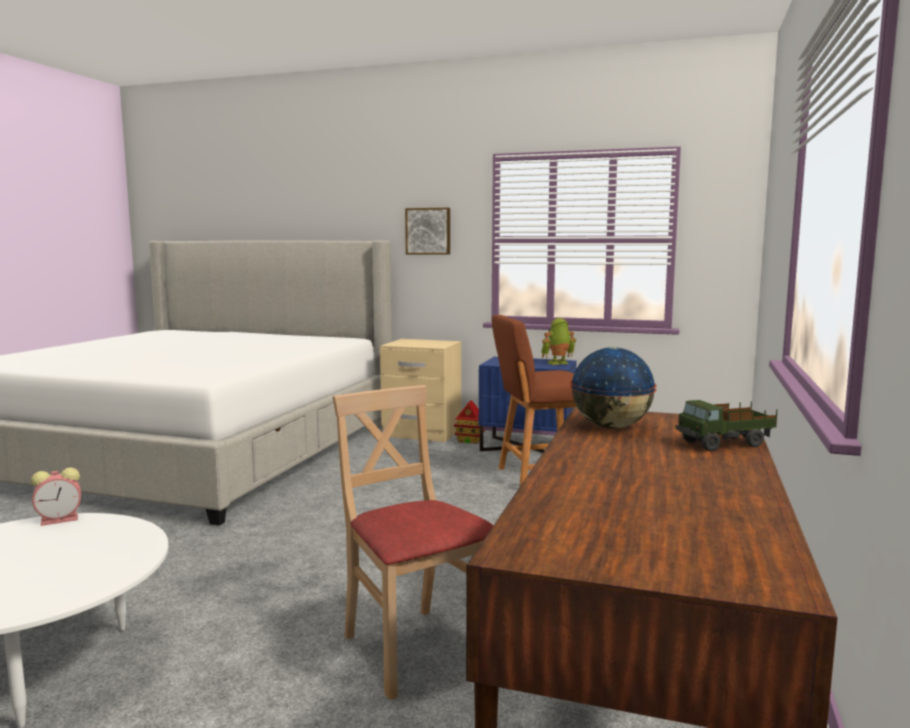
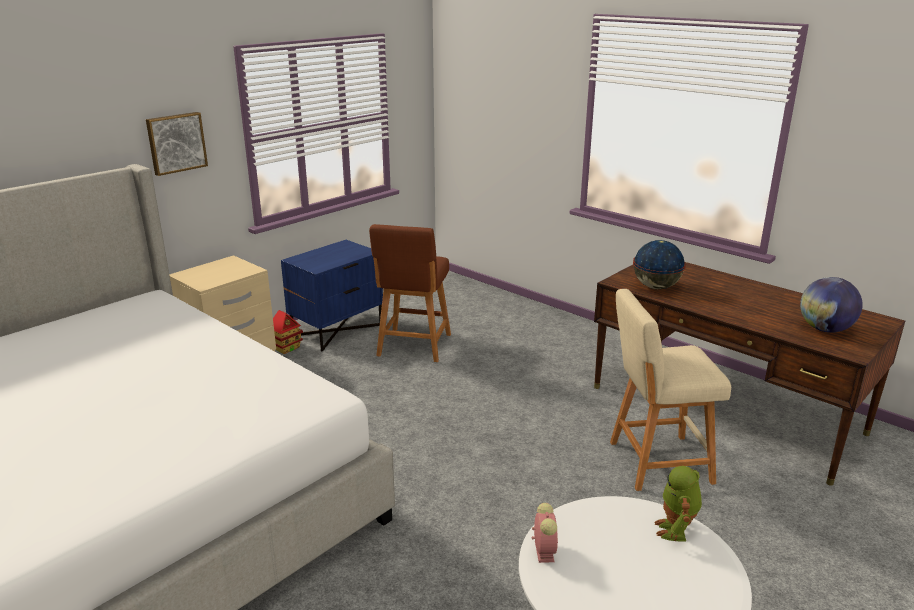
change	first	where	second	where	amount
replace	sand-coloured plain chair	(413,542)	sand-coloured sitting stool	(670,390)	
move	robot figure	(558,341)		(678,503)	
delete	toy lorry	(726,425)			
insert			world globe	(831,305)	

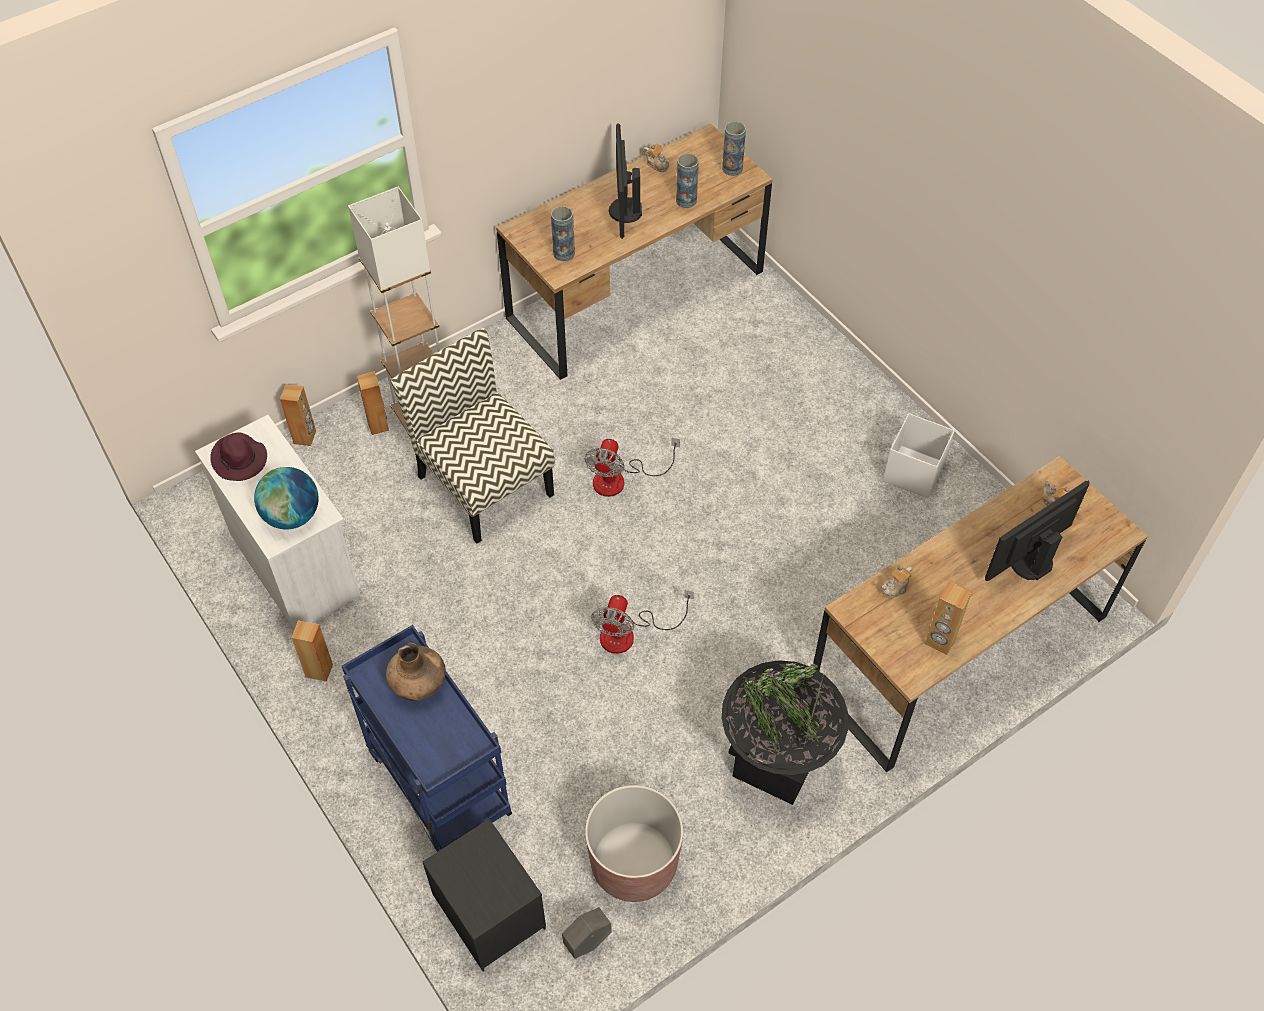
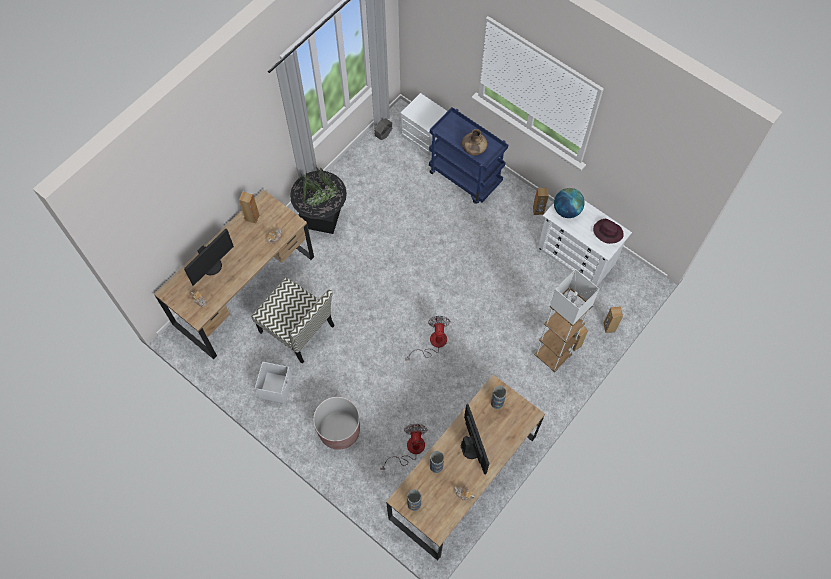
change	first	where	second	where	amount
move	plain chair	(472,435)		(293,320)	
recolor	black-coloured night table	(484,895)	whitish night table	(423,124)	
move	brown flower pot	(634,843)		(336,423)	
move	cooling fan	(642,622)		(404,447)	

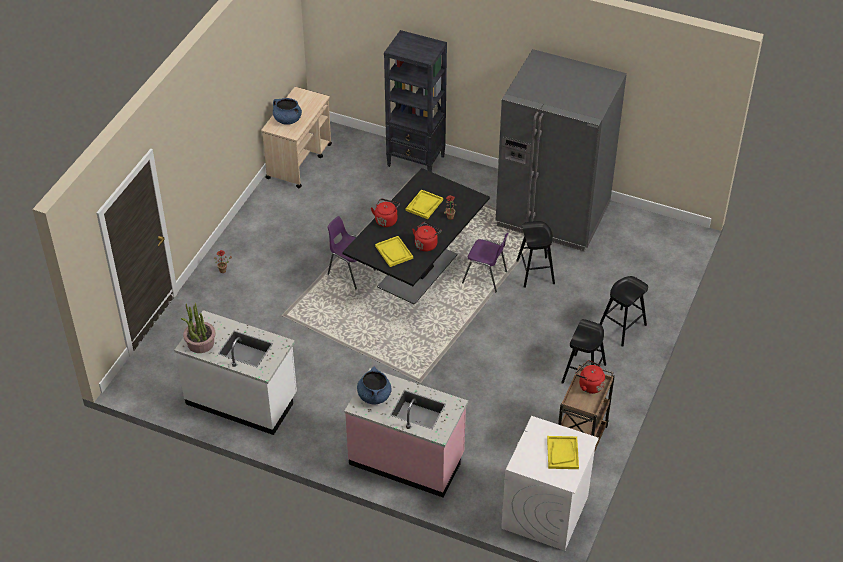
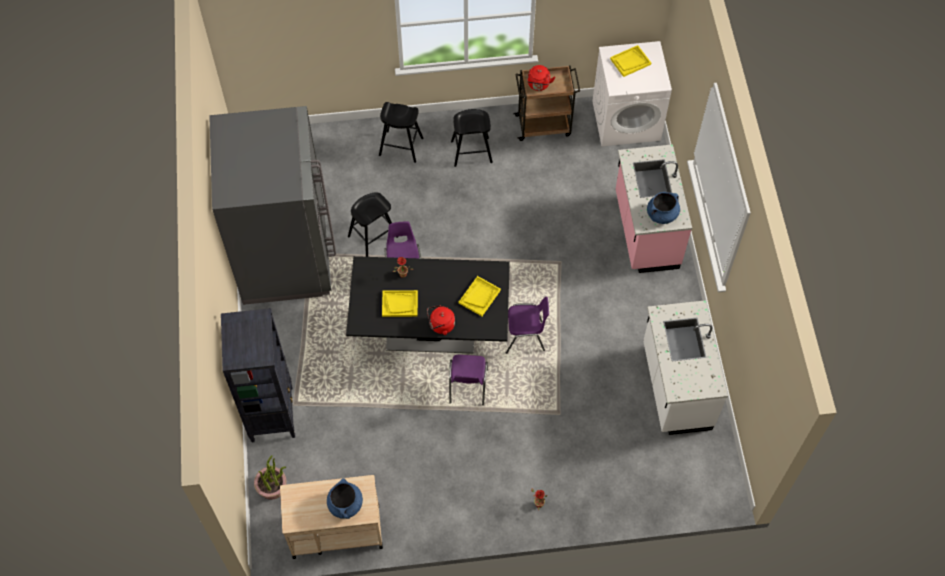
change	first	where	second	where	amount
move	houseplant	(198,328)		(270,477)	
delete	red-coloured kettle	(427,237)			
insert			purple-coloured plain chair	(527,325)	

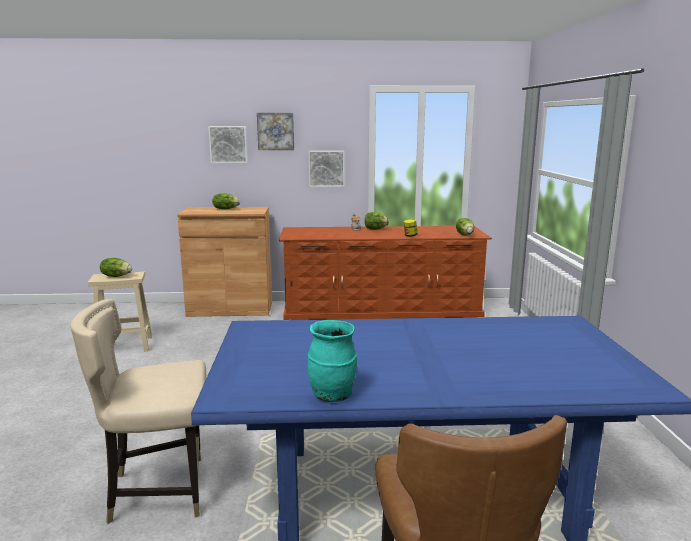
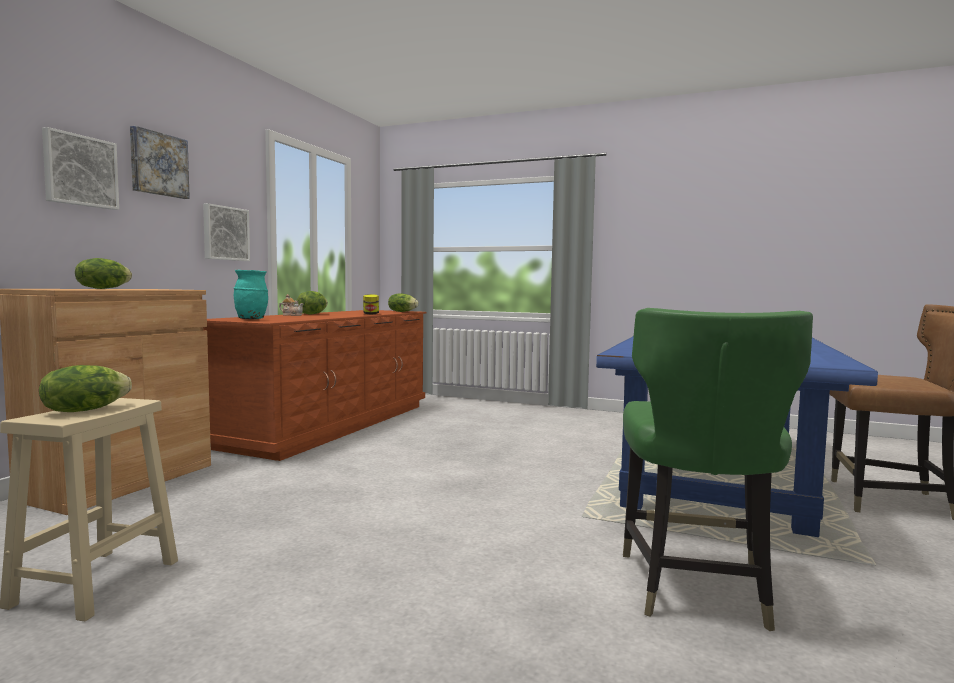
change	first	where	second	where	amount
recolor	sand-coloured plain chair	(138,411)	green-coloured plain chair	(718,469)	
move	turquoise-coloured vase	(332,361)		(251,294)	

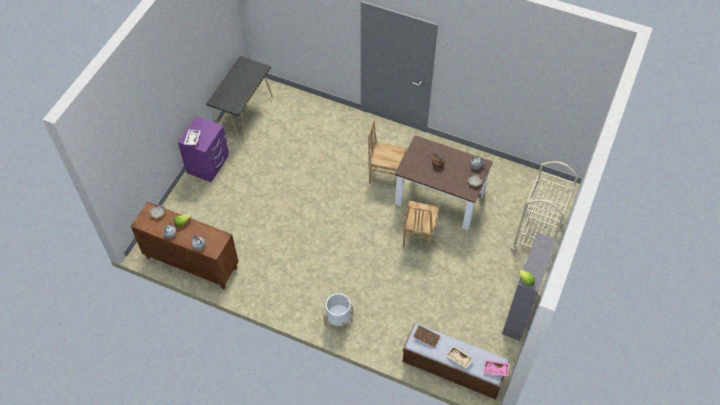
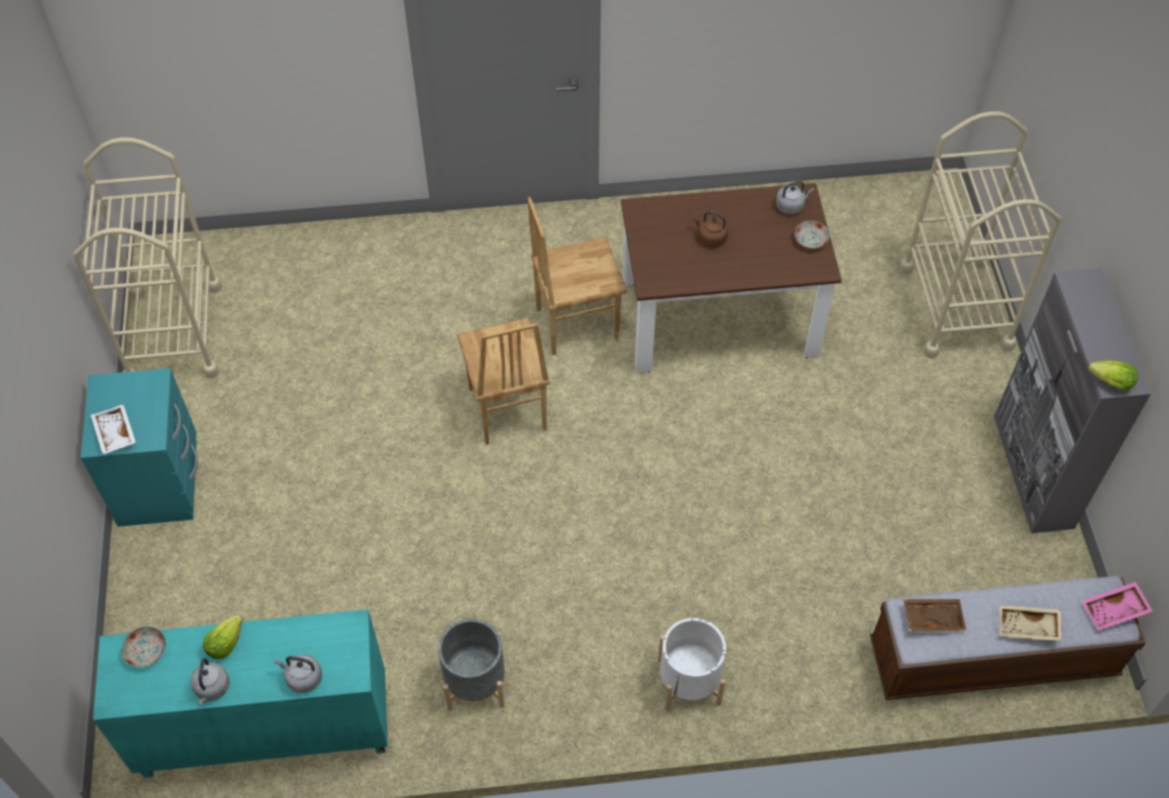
change	first	where	second	where	amount
recolor	brown cabinet	(185,245)	turquoise-coloured cabinet	(240,693)	
recolor	purple-coloured night table	(203,149)	turquoise-coloured night table	(139,447)	
replace	black-coloured hall table	(239,99)	sand-coloured wheeled cart	(147,257)	
move	brown plain chair	(420,227)		(503,381)	
insert			greyish flower pot	(471,665)	

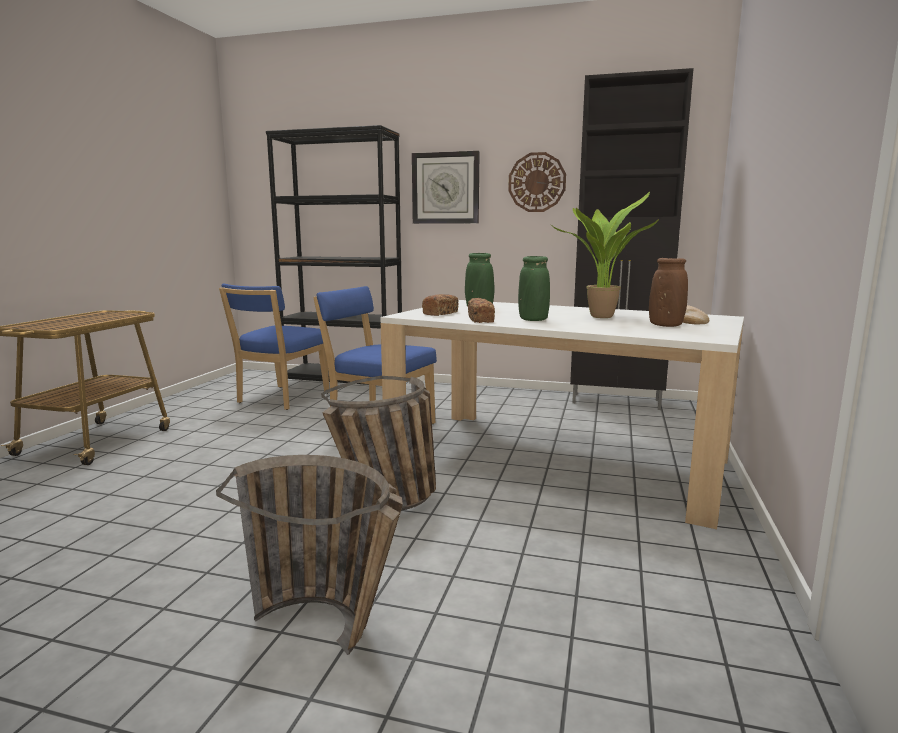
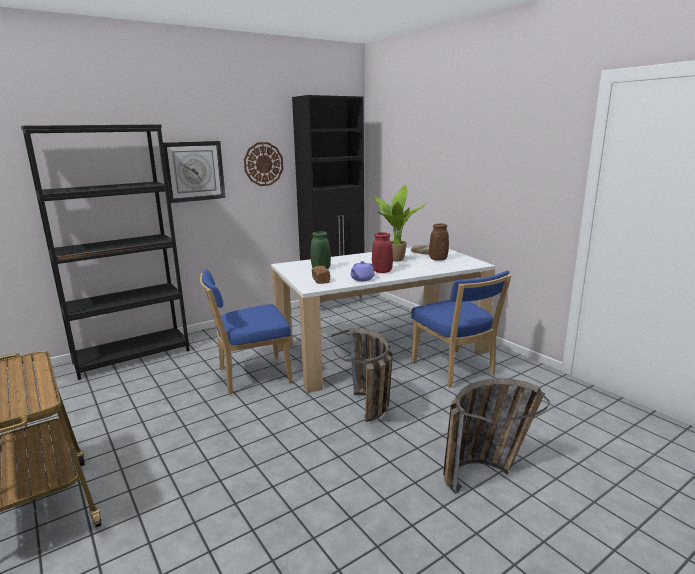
change	first	where	second	where	amount
move	blue plain chair	(274,347)		(461,329)	
replace	baked bread	(481,310)	purple-coloured tea pot	(362,271)	
recolor	green-coloured vase	(534,288)	red-coloured vase	(382,252)	

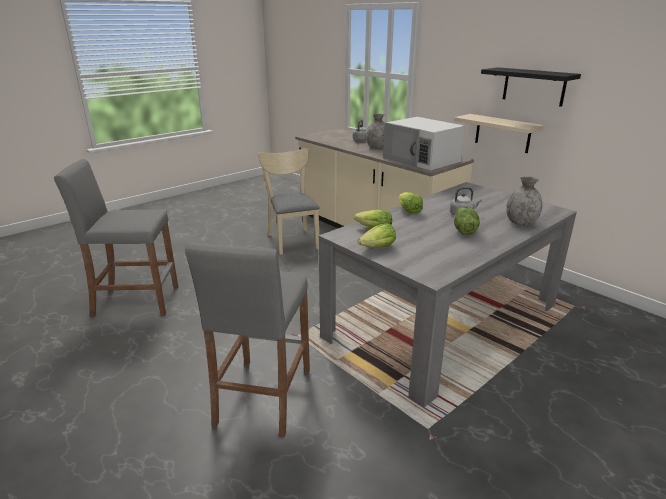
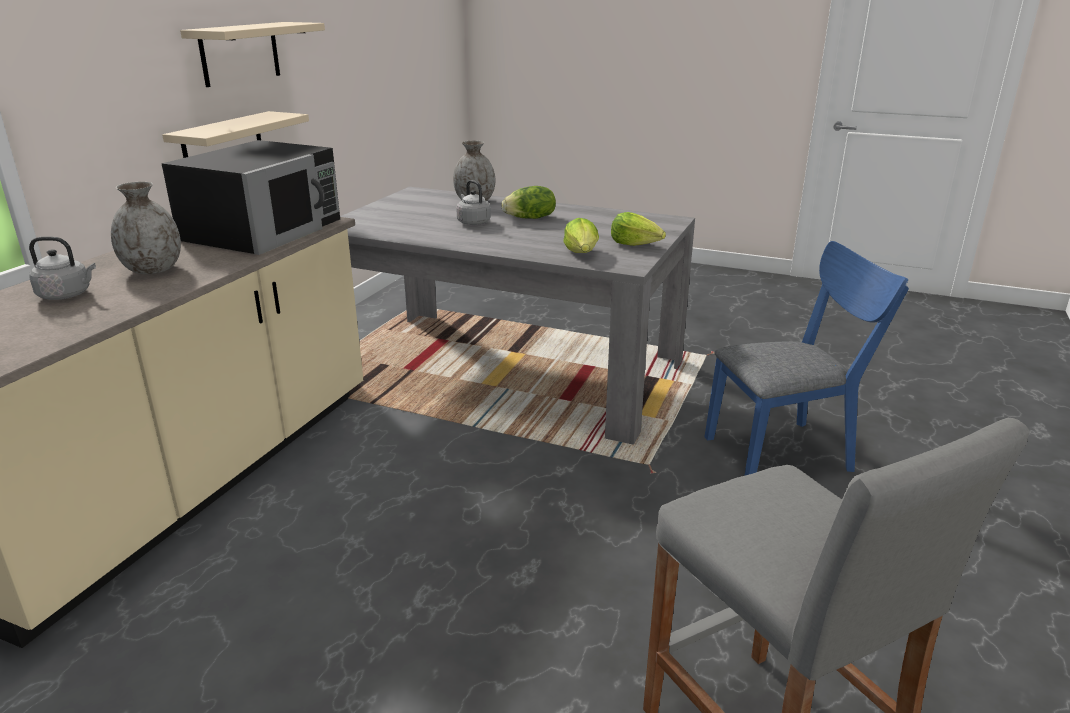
change	first	where	second	where	amount
replace	greyish sitting stool	(247,339)	blue plain chair	(806,358)	
delete	sand-coloured plain chair	(289,201)			
recolor	whitish kitchen microwave	(424,143)	black-coloured kitchen microwave	(250,197)	
delete	lettuce	(411,203)			
recolor	black-coloured shelf	(531,87)	sand-coloured shelf	(252,54)	

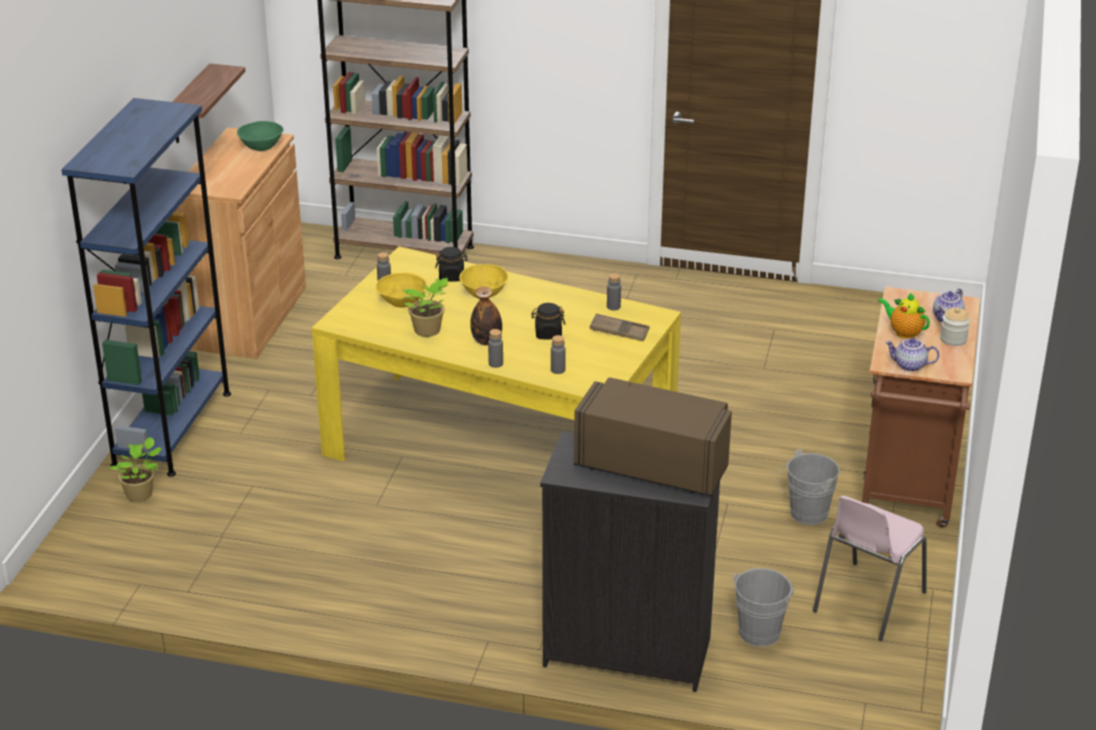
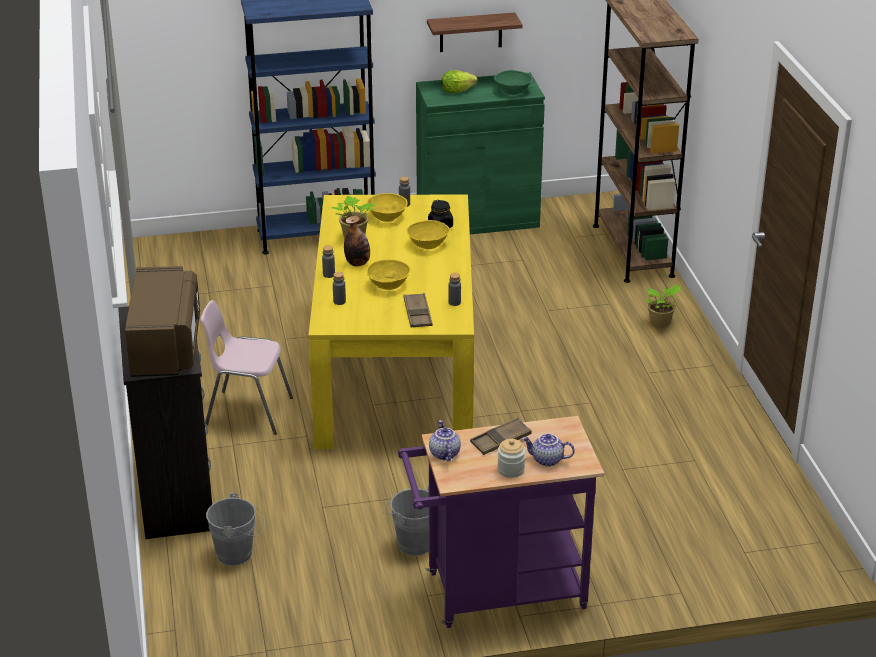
change	first	where	second	where	amount
move	houseplant	(135,469)		(663,306)	
recolor	brown cabinet	(240,243)	green-coloured cabinet	(480,153)	
replace	black-coloured jar	(548,321)	yellow deep dish	(388,274)	
move	pink-coloured plain chair	(870,568)		(246,367)	
recolor	brown wheeled cart	(921,407)	purple-coloured wheeled cart	(501,522)	
replace	tea pot	(904,315)	brown serving tray	(500,436)	
insert			lettuce	(459,81)	

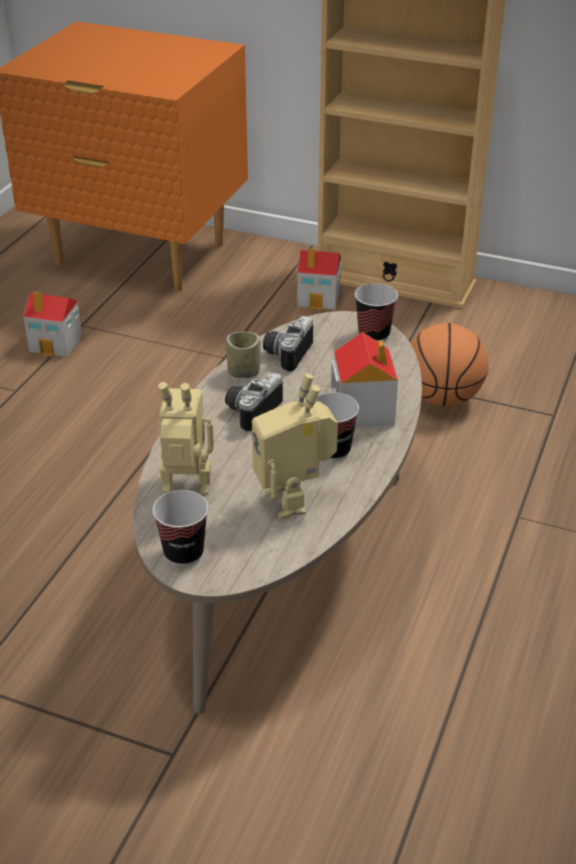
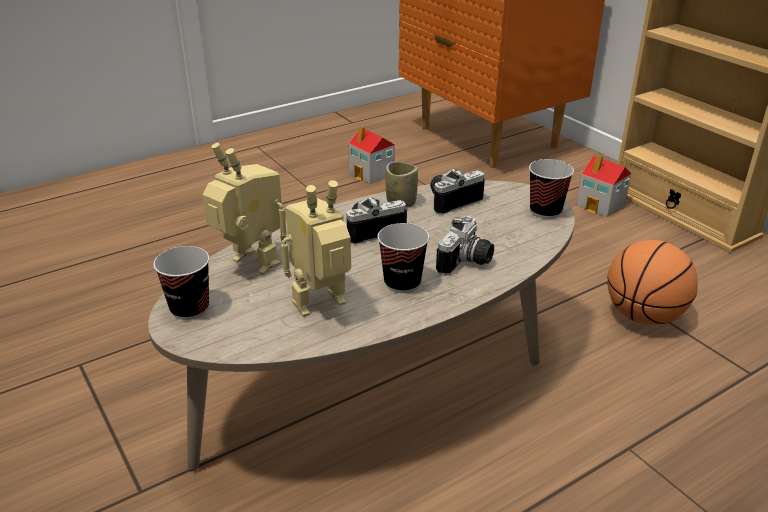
change	first	where	second	where	amount
rotate	robot figure	(295,446)		(316,248)	45 degrees clockwise
replace	toy house	(364,380)	photo camera	(465,246)	

